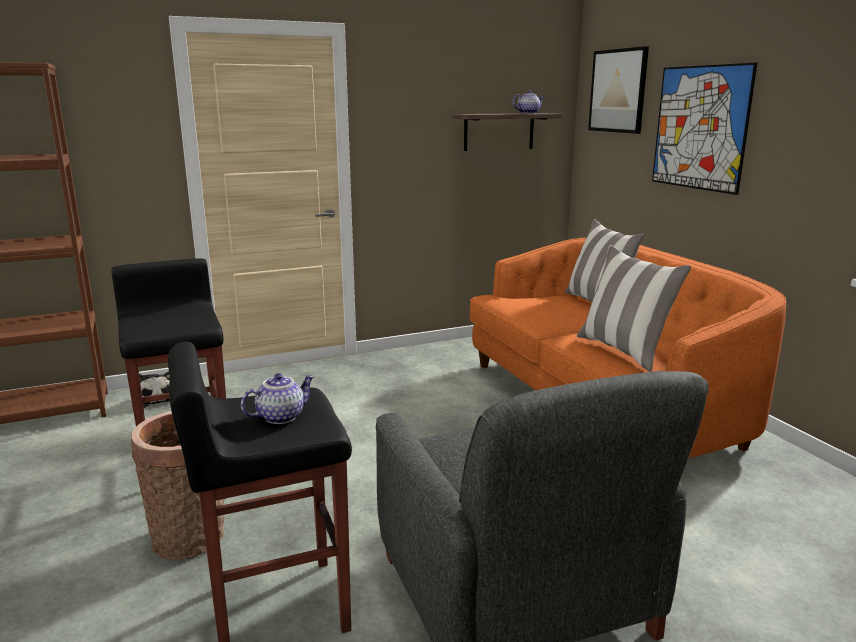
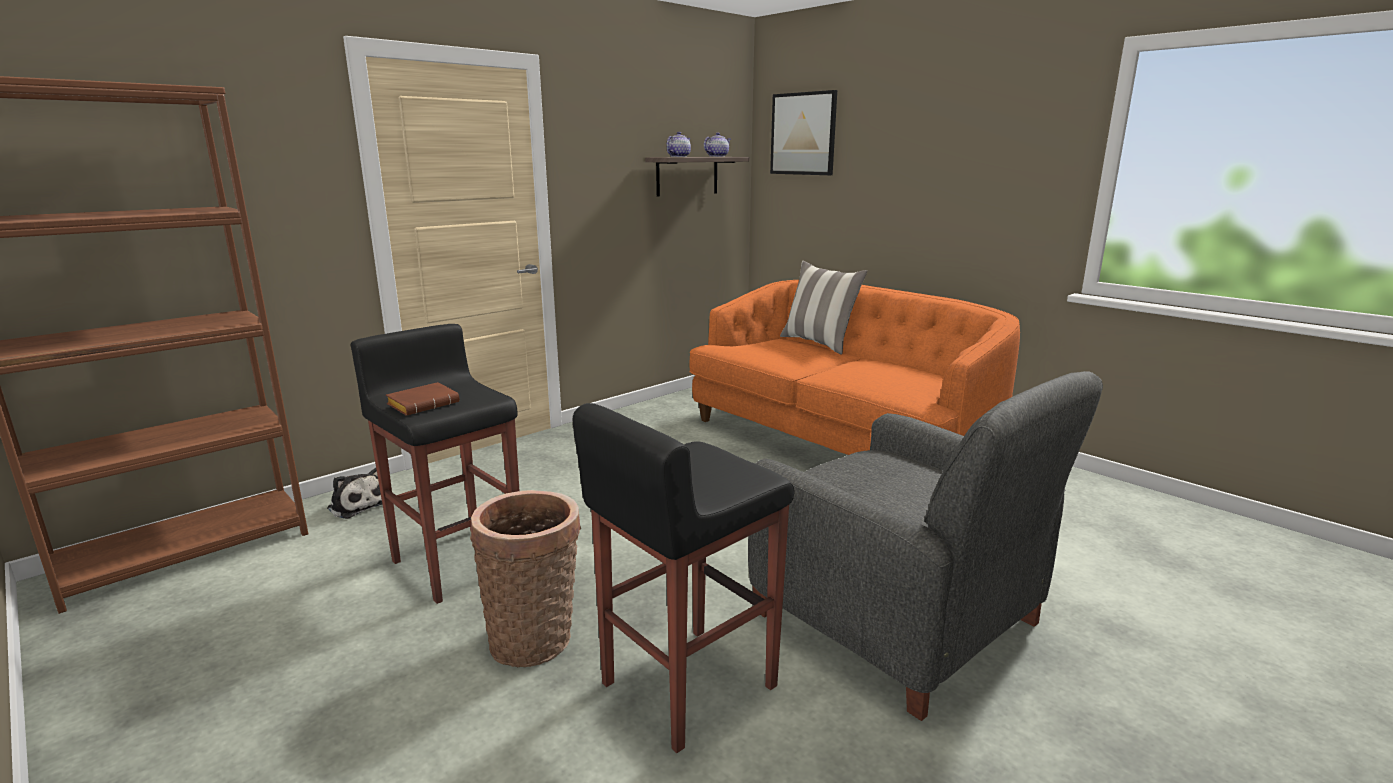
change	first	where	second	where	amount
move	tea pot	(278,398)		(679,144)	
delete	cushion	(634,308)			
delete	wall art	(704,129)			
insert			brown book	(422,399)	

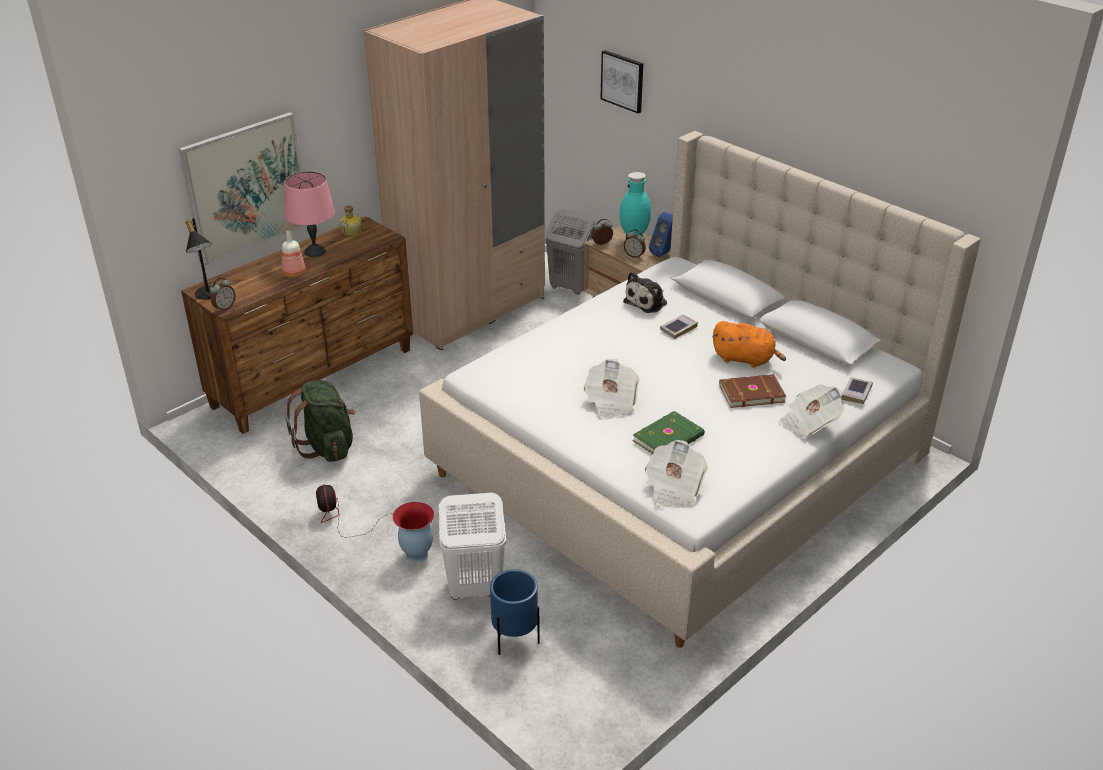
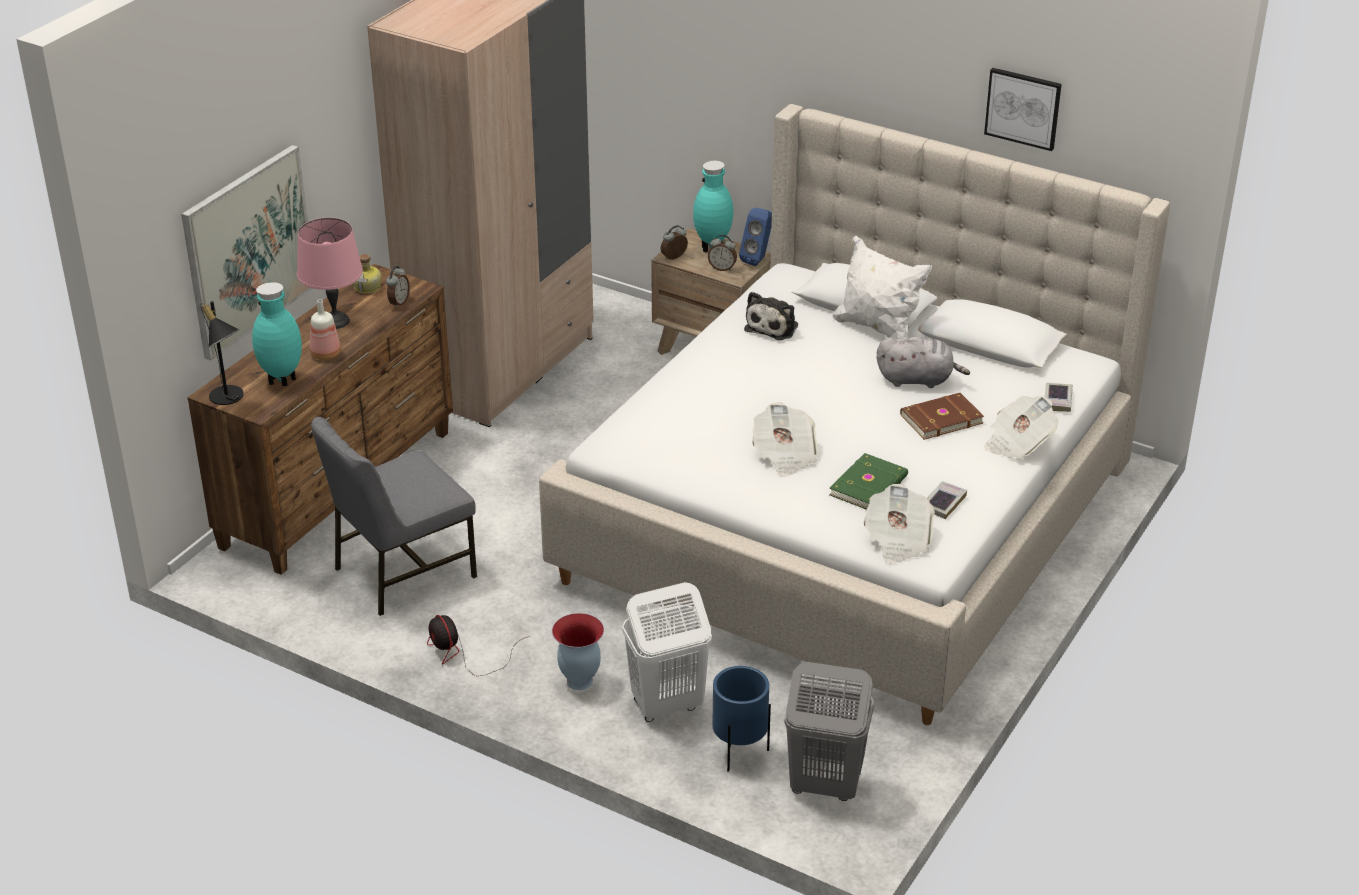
change	first	where	second	where	amount
move	bedside clock	(223,294)		(398,287)	
replace	green-coloured rucksack	(320,421)	greyish plain chair	(394,516)	
move	greyish washing basket	(570,252)		(829,731)	
move	wall art	(621,81)		(1023,109)	
move	book	(679,327)		(947,500)	
recolor	orangey plush toy	(749,344)	greyish plush toy	(923,362)	
insert			turquoise-coloured vase	(277,334)	
insert			whitish cushion	(882,287)	

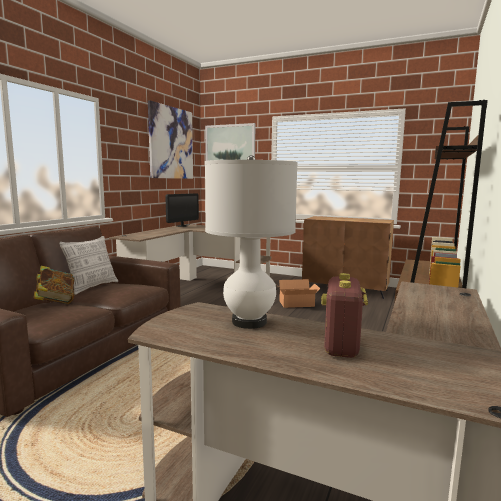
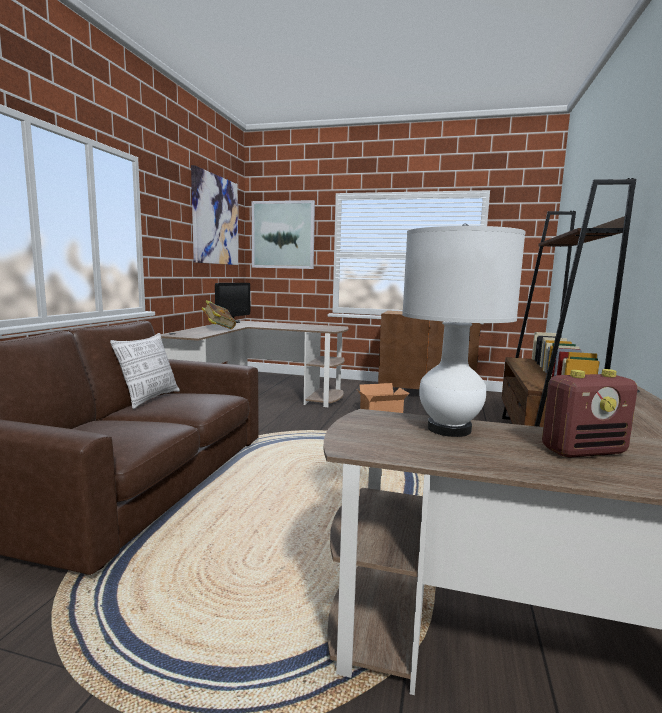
change	first	where	second	where	amount
move	book	(53,285)		(219,314)	
rotate	radio receiver	(344,315)		(589,413)	105 degrees counterclockwise

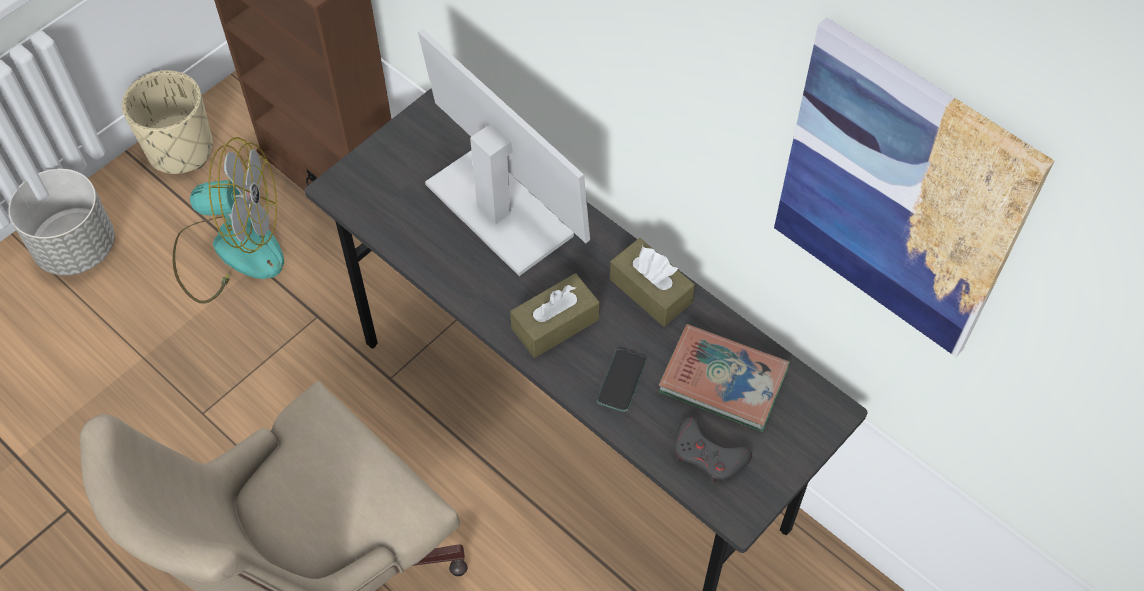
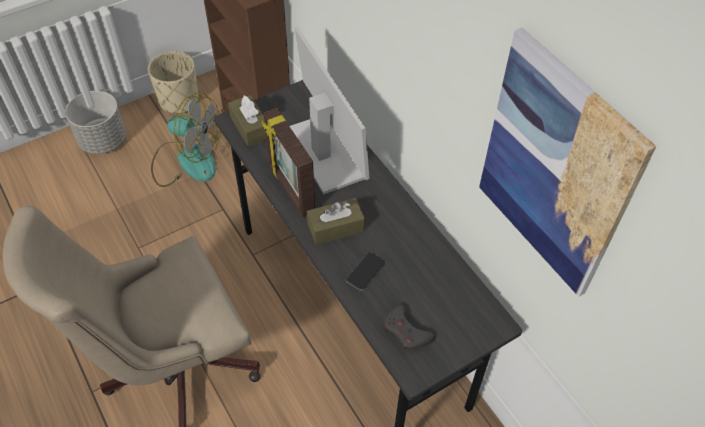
change	first	where	second	where	amount
move	brown box of tissues	(652,282)		(247,121)	
delete	book	(724,378)			
insert			picture frame	(288,162)	

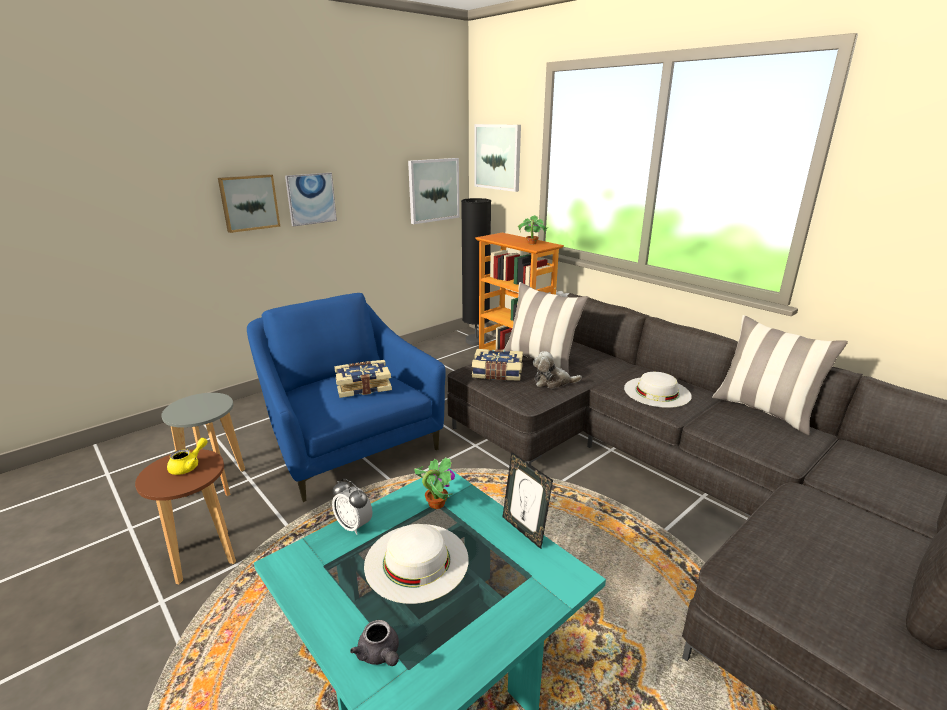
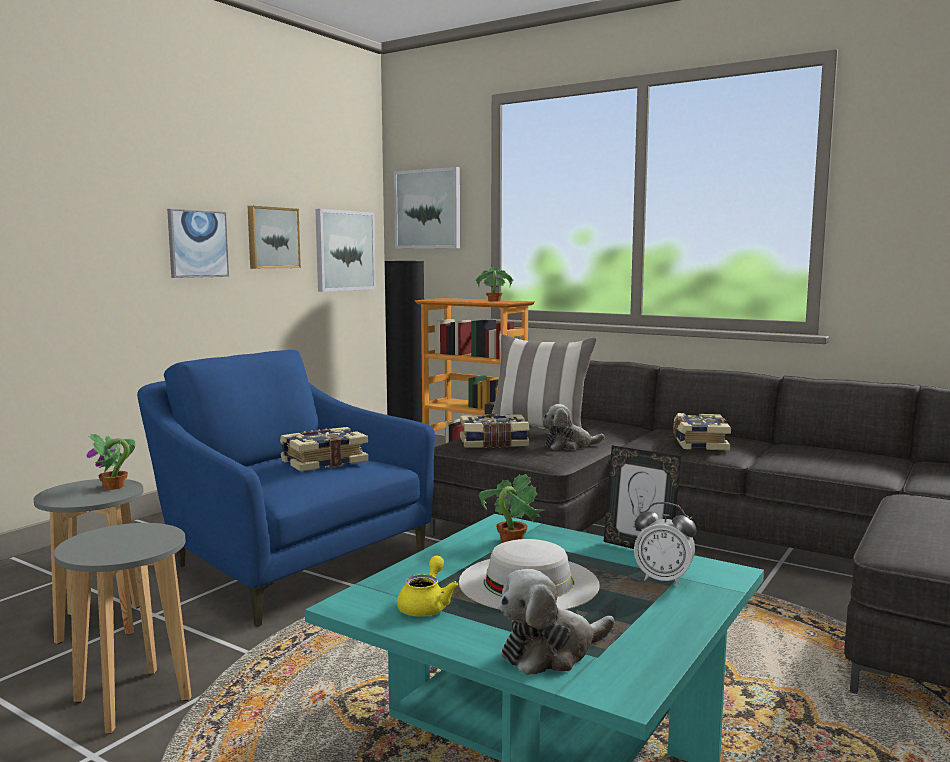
change	first	where	second	where	amount
recolor	brown sitting stool	(185,516)	greyish sitting stool	(123,628)	
move	yellow tea pot	(187,456)		(427,586)	
move	wall art	(249,203)		(274,237)	
move	bedside clock	(352,507)		(665,544)	
replace	greyish tea pot	(374,643)	plush toy	(556,622)	
replace	whitish clothing hat	(658,390)	book	(702,432)	
delete	cushion	(780,375)			
insert			houseplant	(111,461)	

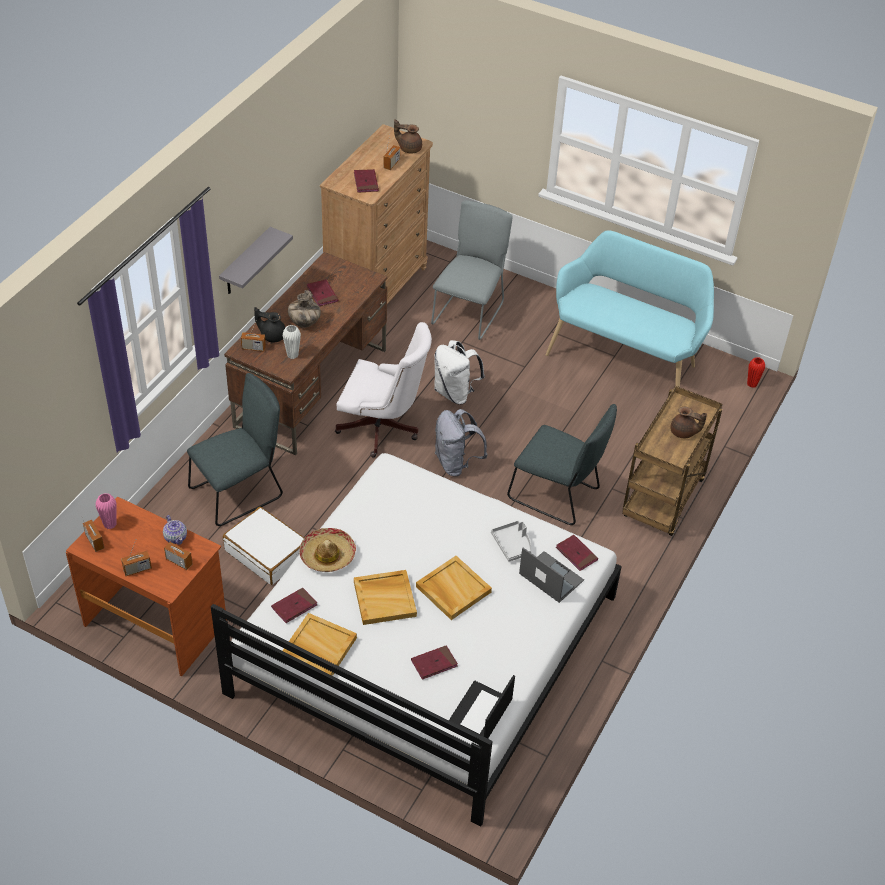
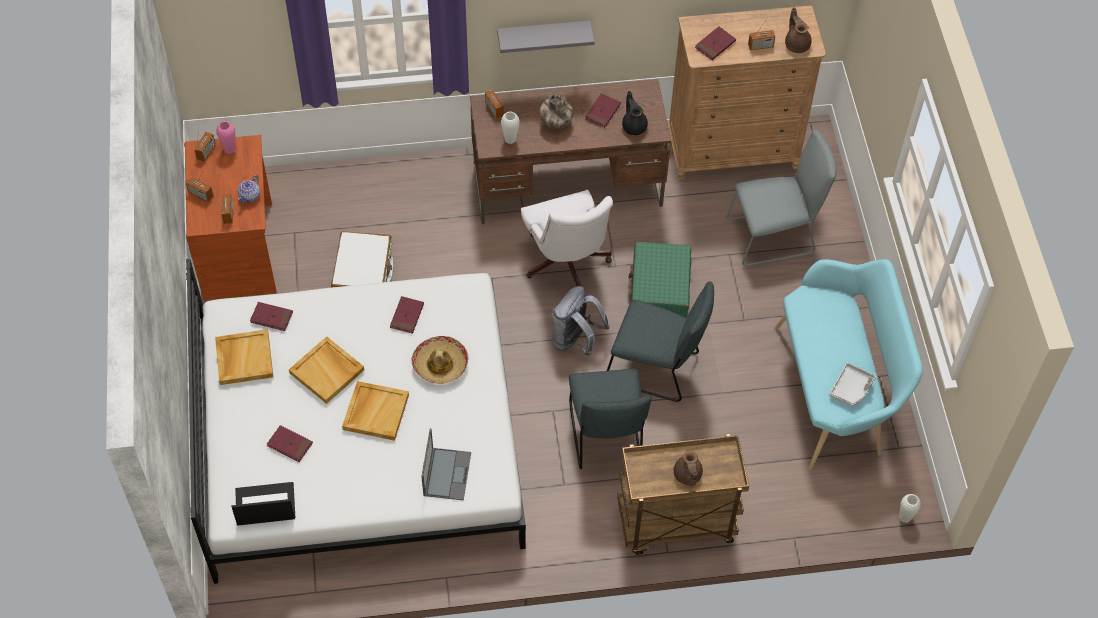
change	first	where	second	where	amount
move	greyish plain chair	(235,449)		(660,341)	
move	black-coloured tea pot	(269,325)		(635,113)	
move	clothing hat	(327,550)		(439,360)	
replace	whitish rucksack	(459,372)	green-coloured travel case	(660,280)	
move	greyish serving tray	(511,541)		(852,385)	
move	red-coloured book	(577,553)		(407,315)	
recolor	red-coloured vase	(756,372)	whitish vase	(910,508)	

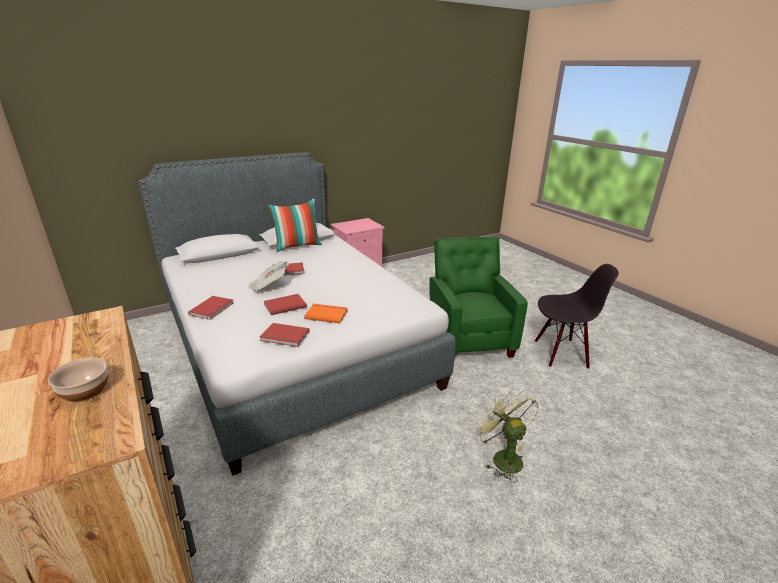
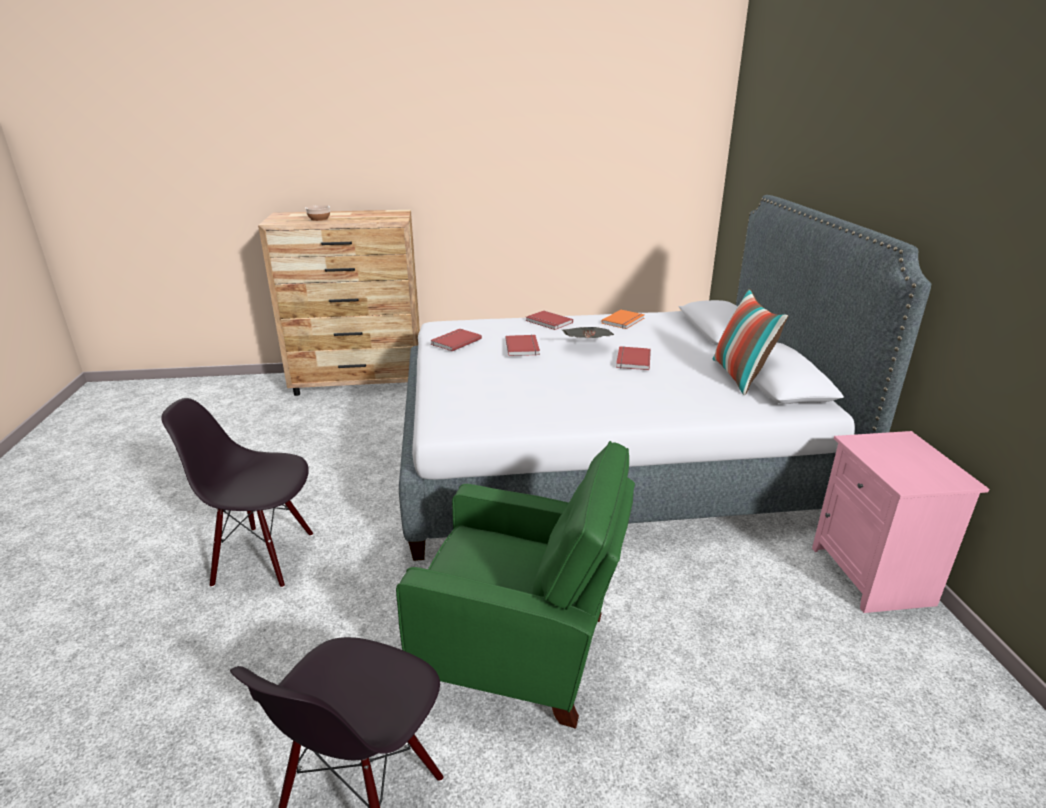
change	first	where	second	where	amount
move	orangey book	(326,313)		(623,319)	
replace	green-coloured cooling fan	(506,436)	black-coloured plain chair	(237,493)	

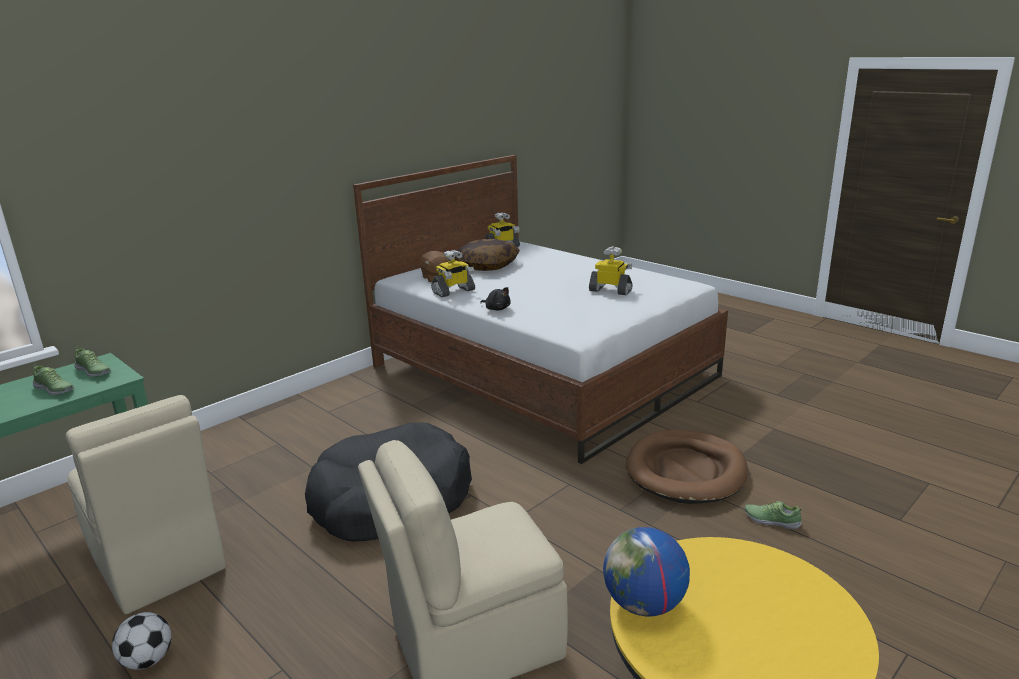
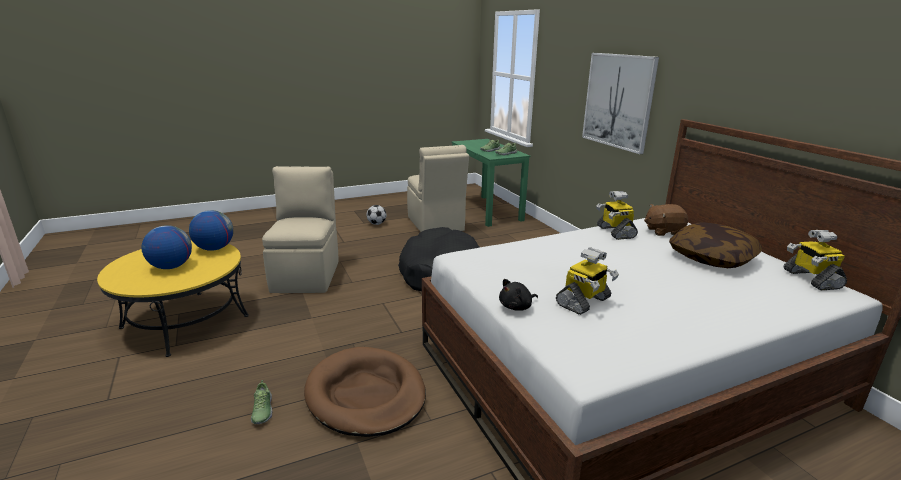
change	first	where	second	where	amount
rotate	sand-coloured plain chair	(146,504)		(438,188)	90 degrees counterclockwise
move	black-coloured plush toy	(495,298)		(518,295)	
rotate	low shoe	(774,515)		(261,402)	120 degrees clockwise
insert			world globe	(166,247)	
insert			wall art	(620,103)	

